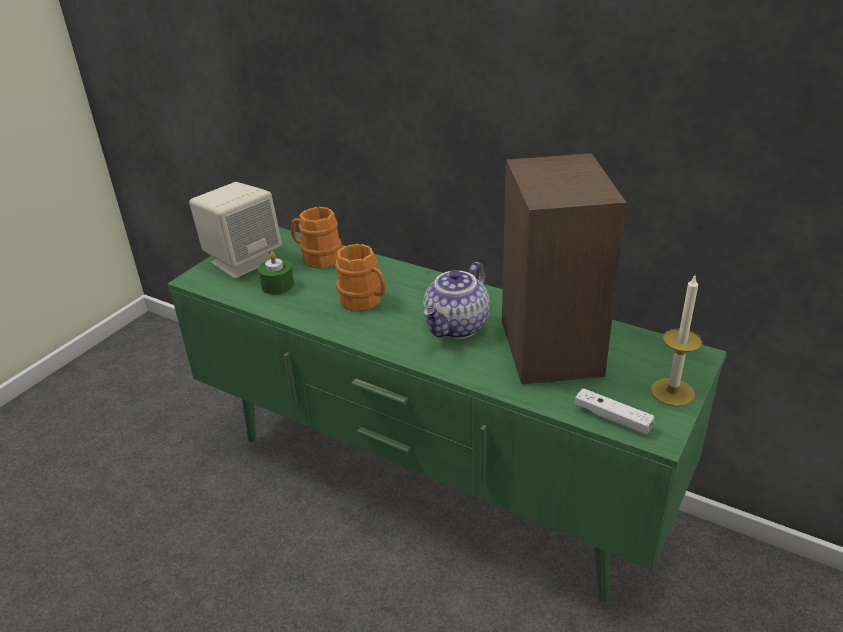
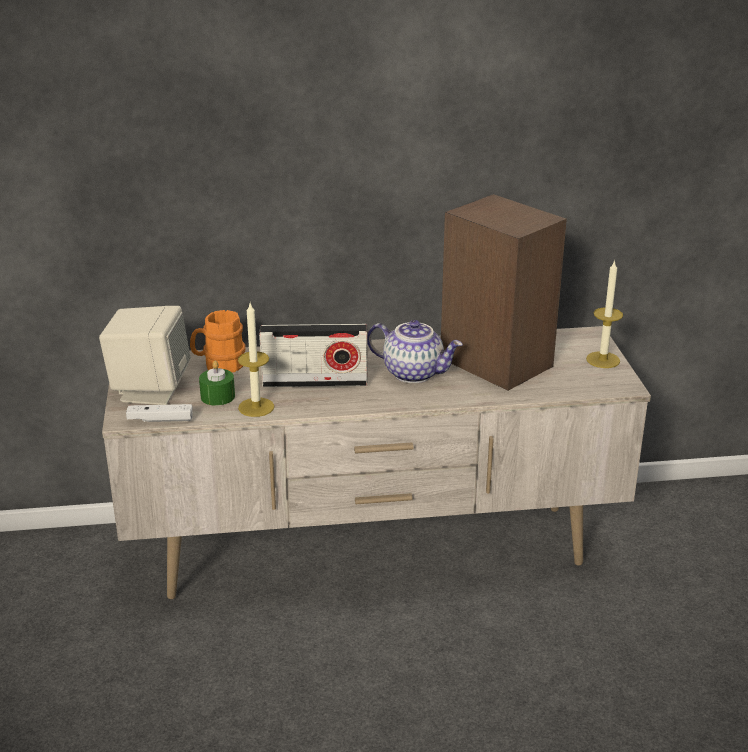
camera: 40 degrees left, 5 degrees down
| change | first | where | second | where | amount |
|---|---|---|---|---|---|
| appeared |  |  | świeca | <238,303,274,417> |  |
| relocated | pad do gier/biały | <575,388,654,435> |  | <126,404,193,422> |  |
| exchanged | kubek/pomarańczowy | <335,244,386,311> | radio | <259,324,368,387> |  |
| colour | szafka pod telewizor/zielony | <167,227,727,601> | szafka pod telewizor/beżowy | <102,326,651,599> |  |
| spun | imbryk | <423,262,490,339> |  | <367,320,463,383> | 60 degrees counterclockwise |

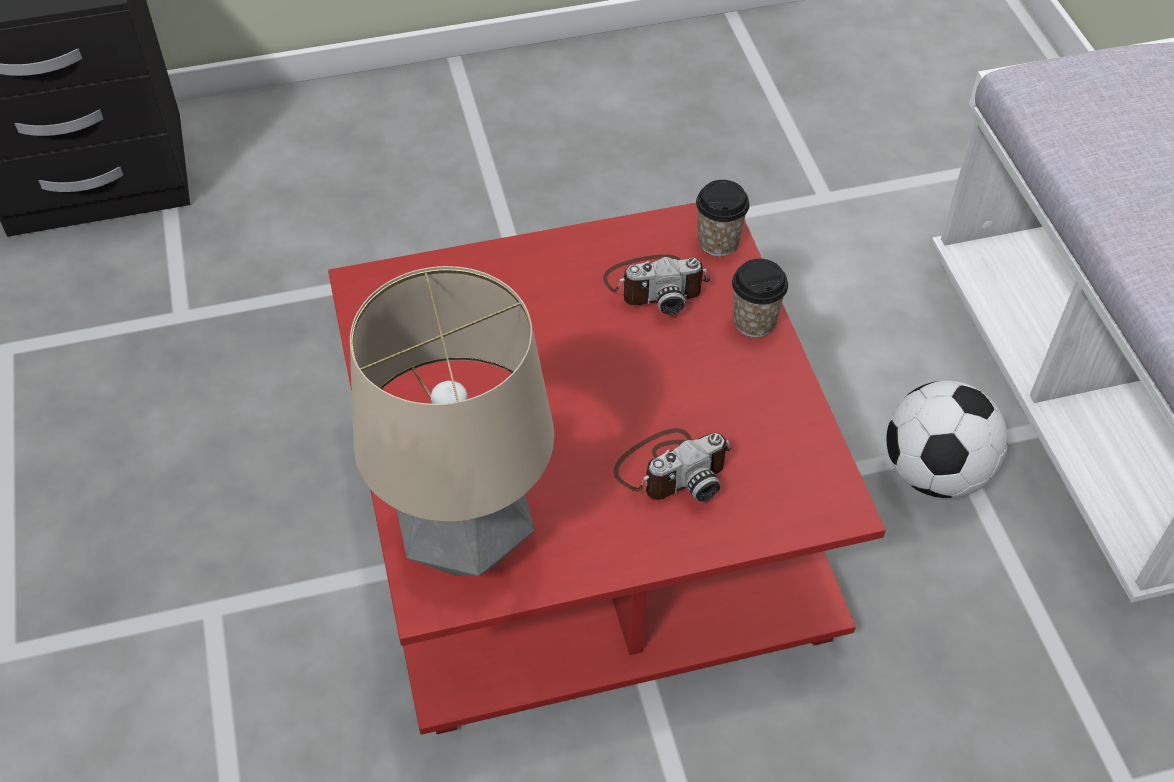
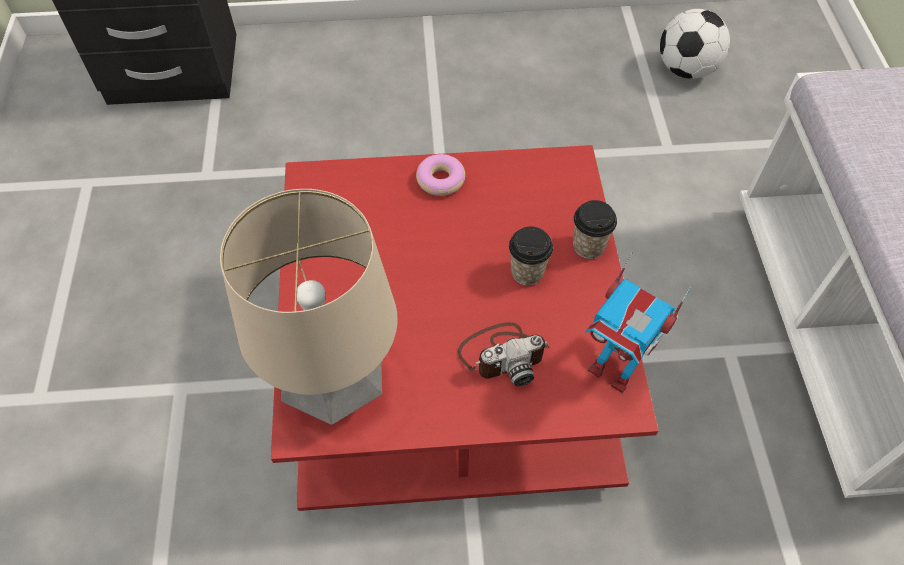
camera: 10 degrees right, 5 degrees up
| change | first | where | second | where | amount |
|---|---|---|---|---|---|
| missing | aparat fotograficzny | <603,254,710,315> |  |  |  |
| appeared |  |  | donut | <416,154,465,196> |  |
| appeared |  |  | robot zabawkowy | <585,251,692,393> |  |
| relocated | filiżanka | <696,180,750,256> |  | <509,227,553,286> |  |
| relocated | piłka futbolowa | <886,380,1008,498> |  | <660,9,730,79> |  |

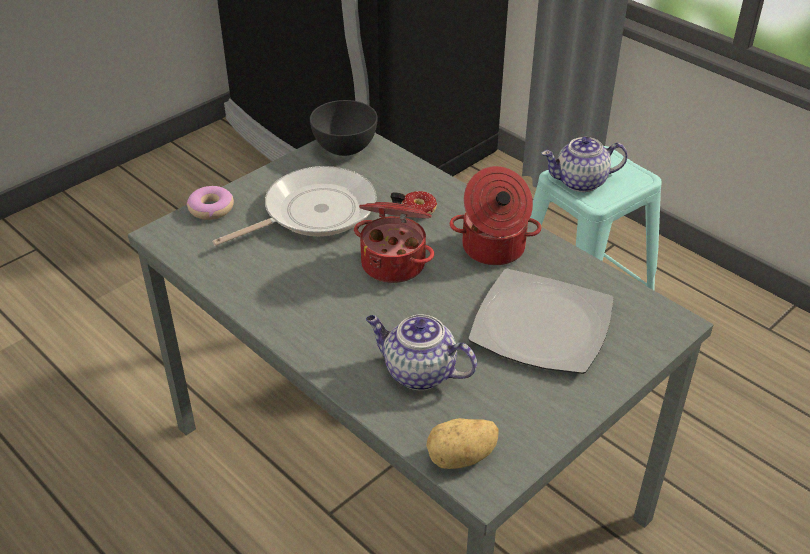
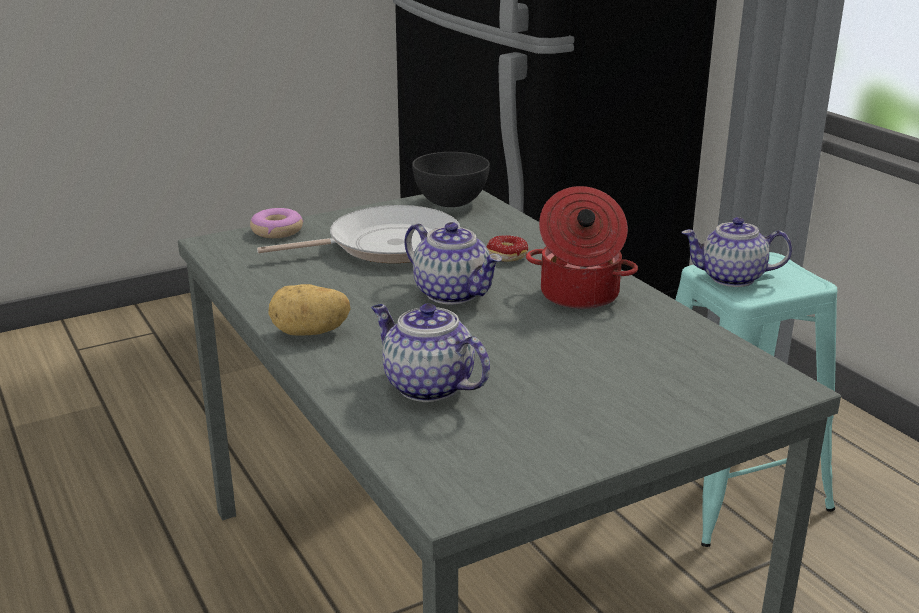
camera: 15 degrees right, 15 degrees down
| change | first | where | second | where | amount |
|---|---|---|---|---|---|
| missing | talerz | <468,269,614,374> |  |  |  |
| relocated | ziemniak | <426,418,499,469> |  | <268,284,350,336> |  |
| exchanged | garnek | <354,192,434,283> | imbryk | <404,222,502,305> |  |

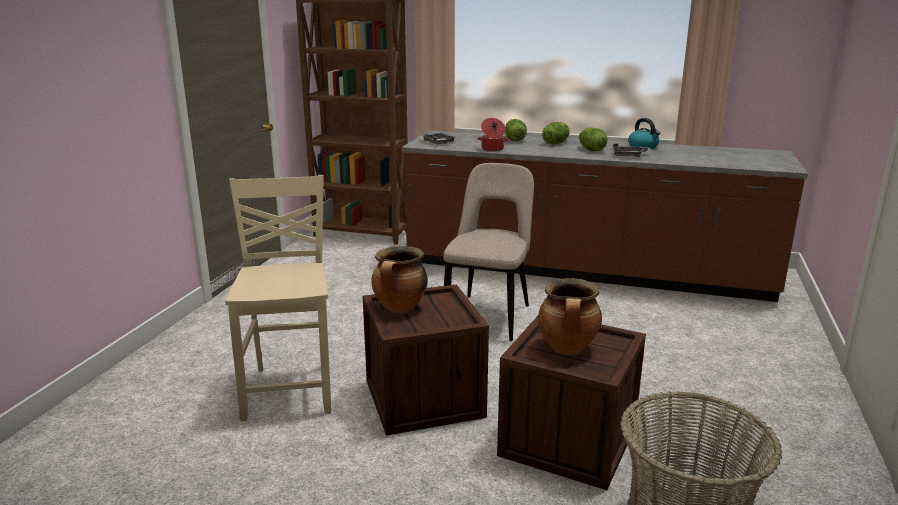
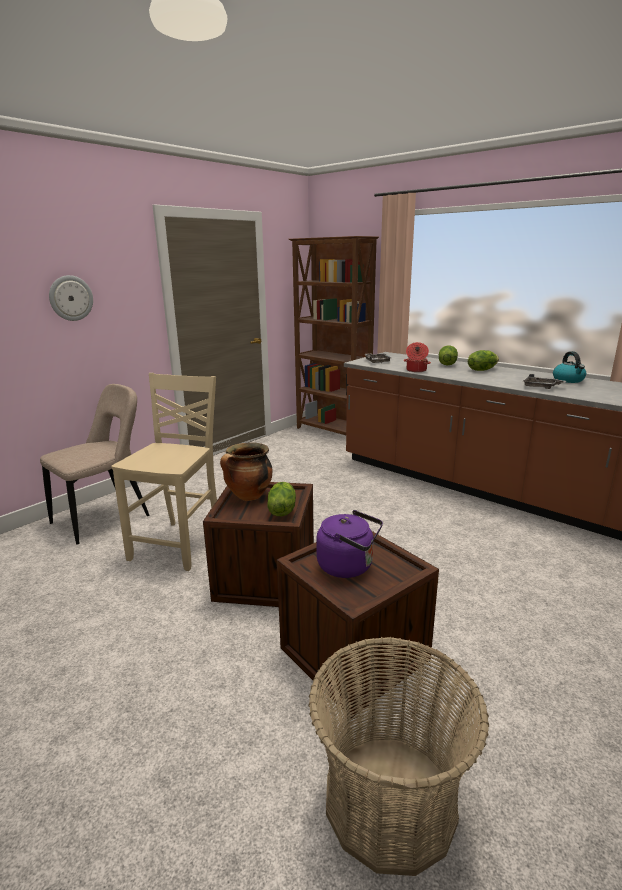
camera: 25 degrees right, 0 degrees up
| change | first | where | second | where | amount |
|---|---|---|---|---|---|
| appeared |  |  | zegar ścienny | <49,275,93,321> |  |
| relocated | krzesło/beżowy | <443,163,534,341> |  | <40,384,149,545> |  |
| relocated | sałata | <579,127,607,151> |  | <268,482,296,516> |  |
| exchanged | garnek | <538,278,602,355> | czajnik/fioletowy | <316,510,383,578> |  |

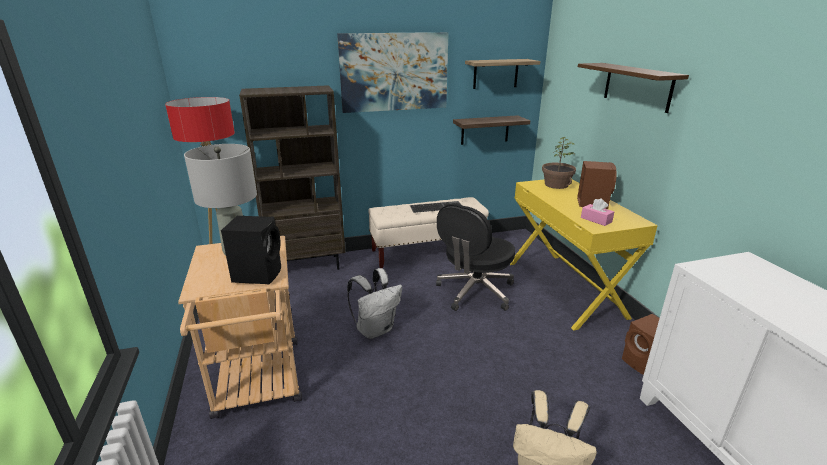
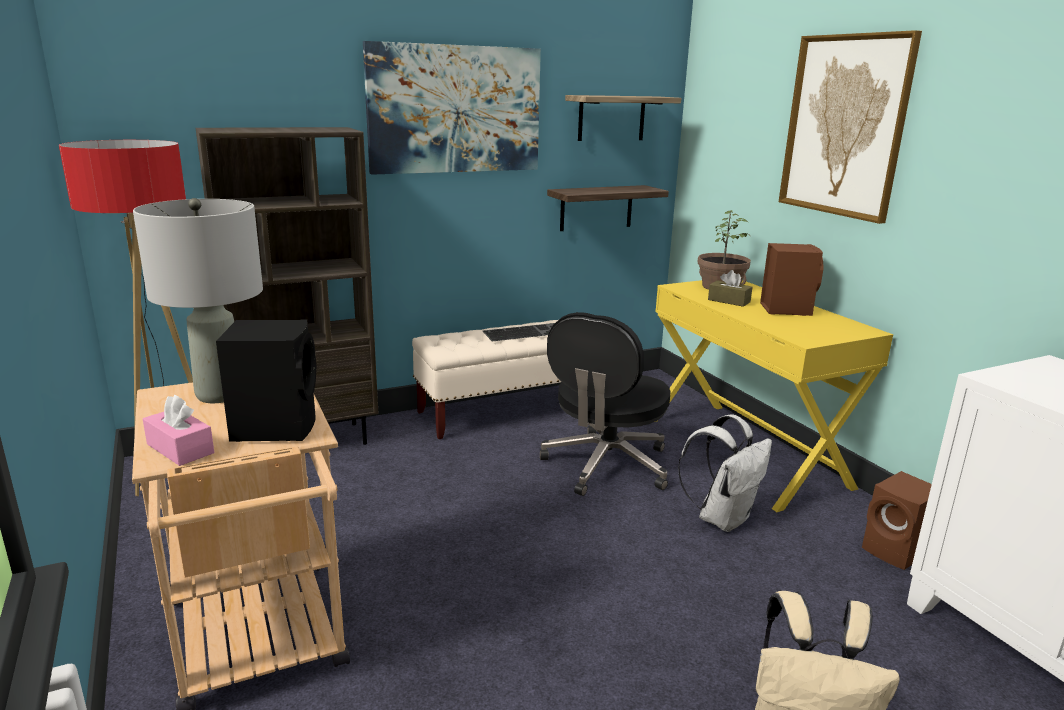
camera: 10 degrees left, 5 degrees down
| change | first | where | second | where | amount |
|---|---|---|---|---|---|
| appeared |  |  | pudełko chusteczek/brązowy | <708,270,752,307> |  |
| relocated | plecak/biały | <347,268,402,339> |  | <678,415,772,532> |  |
| relocated | pudełko chusteczek/różowy | <581,198,614,226> |  | <143,395,214,466> |  |
| exchanged | półka | <578,63,689,113> | obraz | <779,30,922,224> |  |

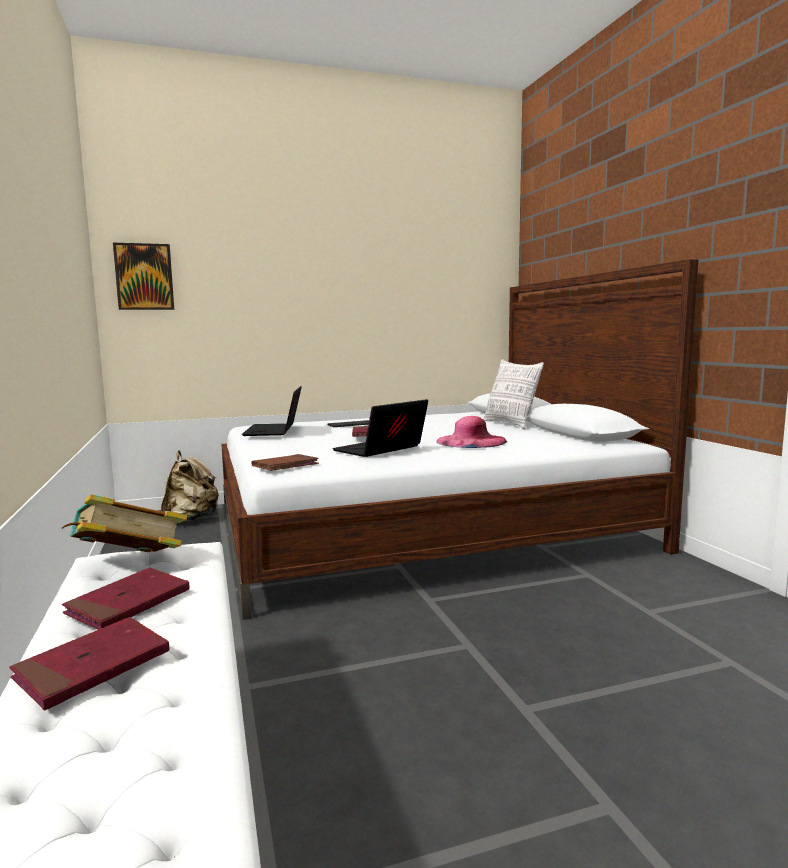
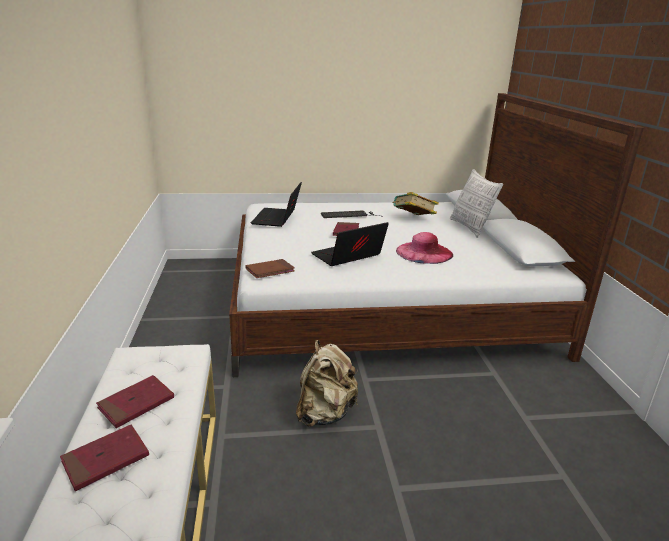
camera: 10 degrees right, 15 degrees up
| change | first | where | second | where | amount |
|---|---|---|---|---|---|
| missing | obraz | <113,243,174,310> |  |  |  |
| relocated | książka | <62,494,187,552> |  | <393,192,439,215> |  |
| relocated | plecak/beżowy | <161,451,219,522> |  | <296,340,358,427> |  |

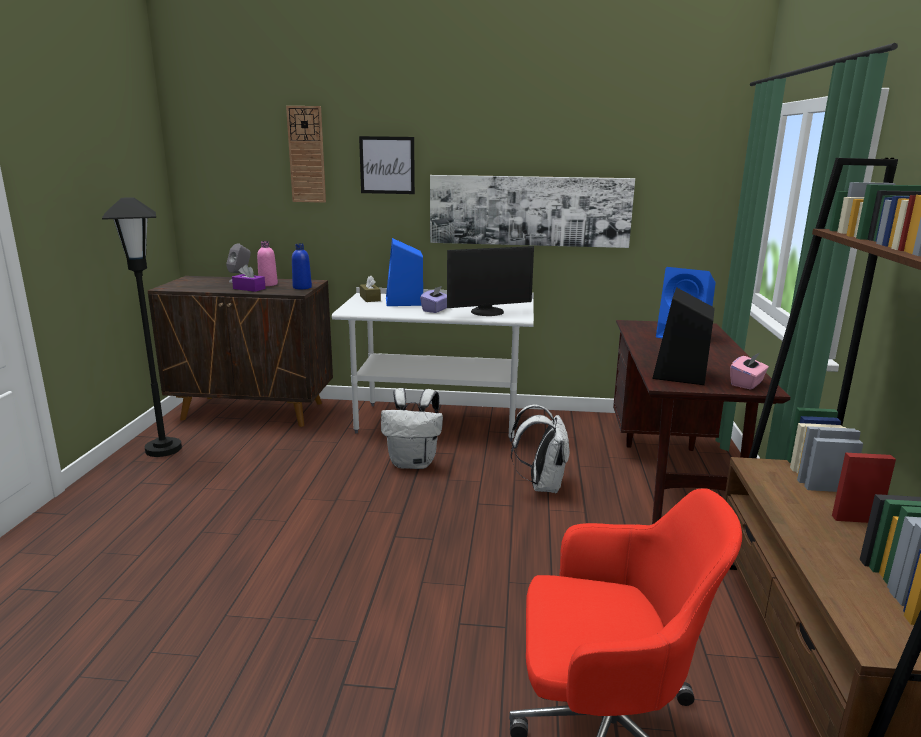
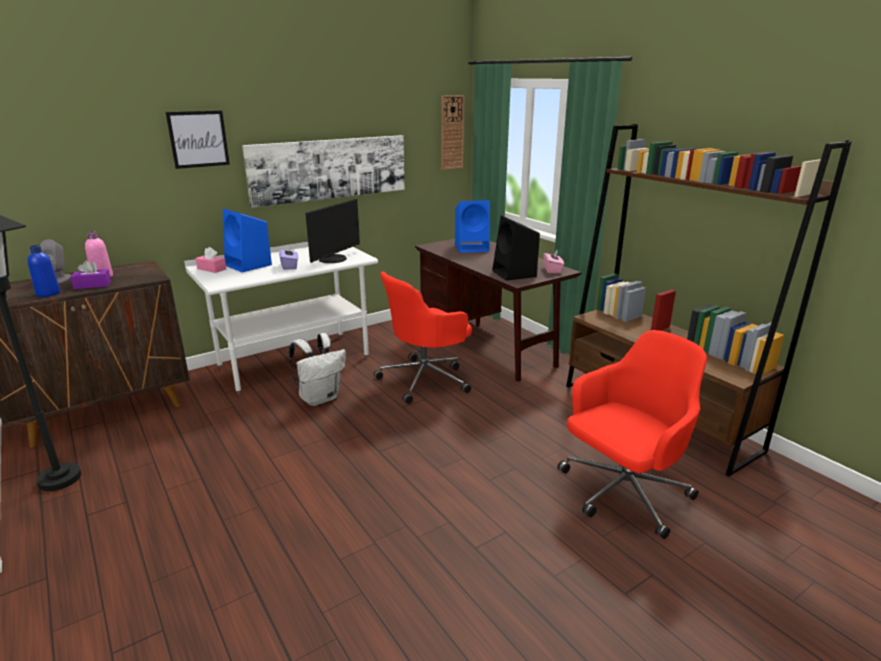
camera: 40 degrees left, 5 degrees up
| change | first | where | second | where | amount |
|---|---|---|---|---|---|
| relocated | zegar ścienny | <286,106,326,203> |  | <441,95,464,170> |  |
| relocated | butelka/niebieski | <292,243,312,290> |  | <27,245,60,297> |  |
| exchanged | plecak/biały | <511,404,570,493> | krzesło biurowe/czerwony | <374,271,472,404> |  |
| colour | pudełko chusteczek/brązowy | <360,275,381,302> | pudełko chusteczek/różowy | <195,247,226,273> |  |

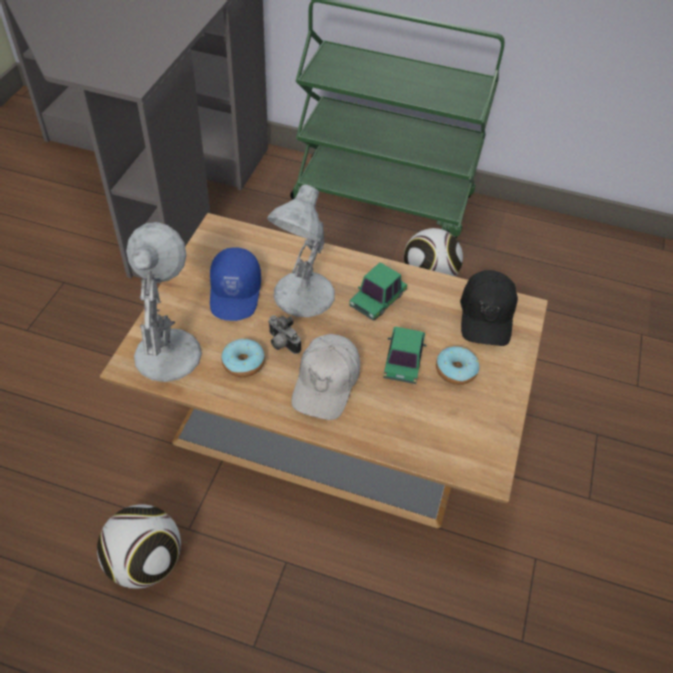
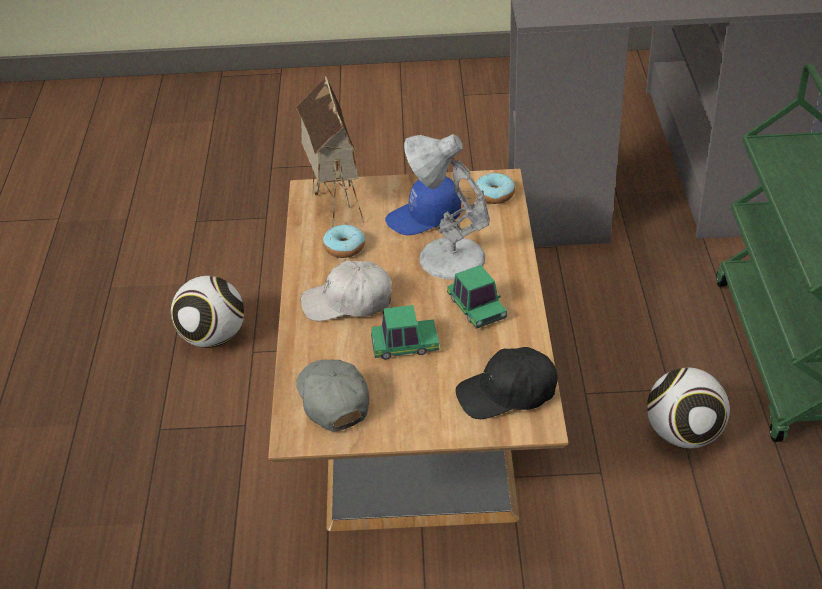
camera: 75 degrees right, 10 degrees down
| change | first | where | second | where | amount |
|---|---|---|---|---|---|
| missing | aparat fotograficzny | <268,315,301,354> |  |  |  |
| appeared |  |  | czapka z daszkiem/szary | <296,360,369,431> |  |
| relocated | donut | <436,346,479,385> |  | <476,173,515,204> |  |
| exchanged | lampa stołowa/biały | <126,222,202,382> | domek | <296,76,364,228> |  |
| spun | samochodzik | <349,262,407,321> |  | <447,265,507,329> | 135 degrees counterclockwise |

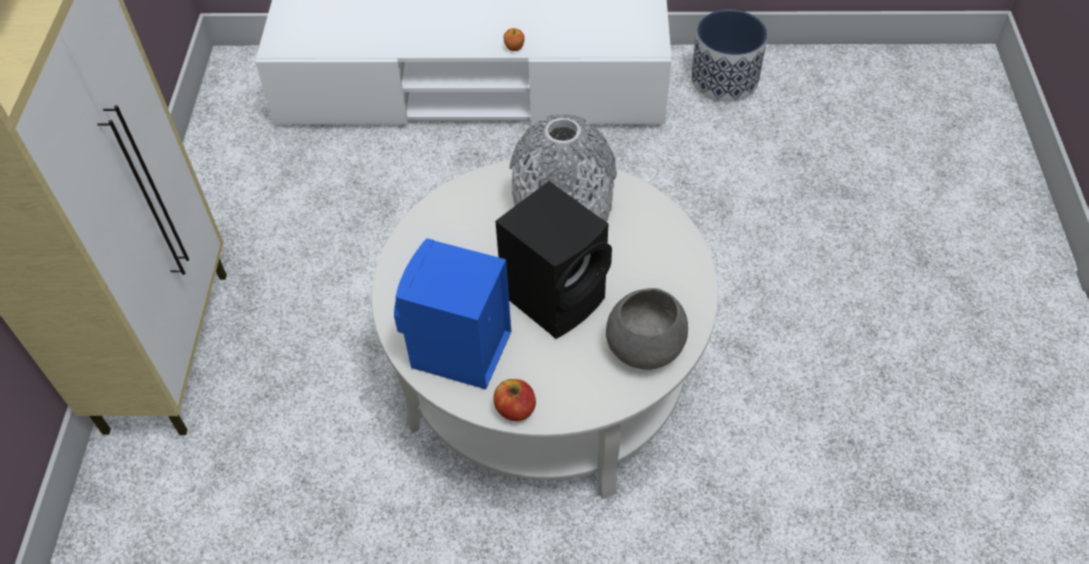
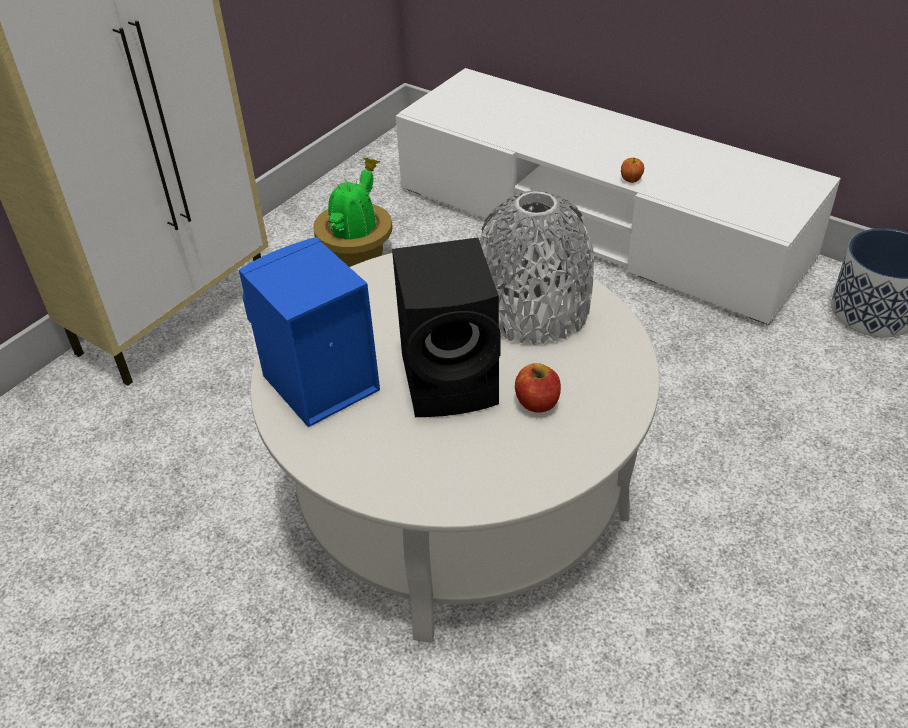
camera: 35 degrees right, 10 degrees down
| change | first | where | second | where | amount |
|---|---|---|---|---|---|
| missing | miska/szary | <606,288,688,370> |  |  |  |
| appeared |  |  | roślina doniczkowa | <313,157,393,267> |  |
| relocated | jabłko | <493,379,536,421> |  | <515,363,561,413> |  |

